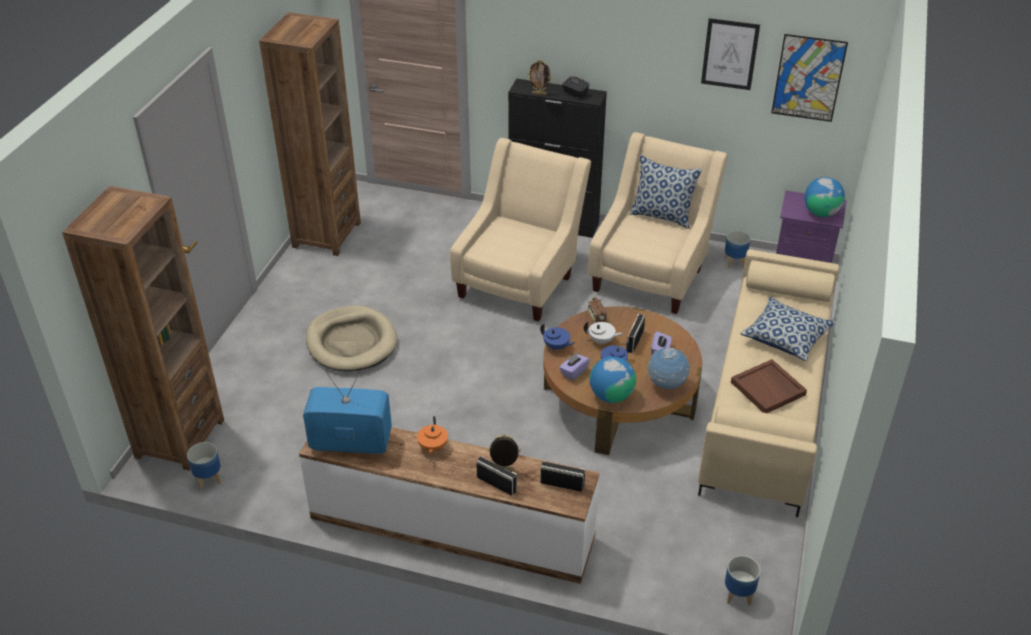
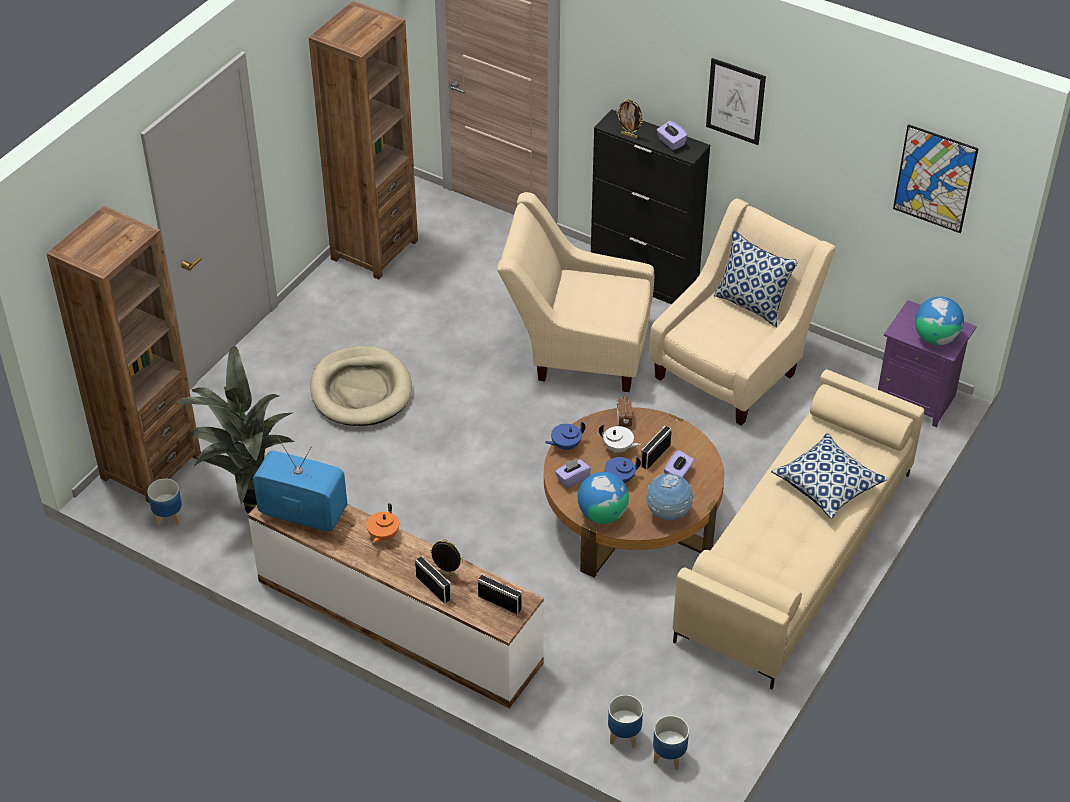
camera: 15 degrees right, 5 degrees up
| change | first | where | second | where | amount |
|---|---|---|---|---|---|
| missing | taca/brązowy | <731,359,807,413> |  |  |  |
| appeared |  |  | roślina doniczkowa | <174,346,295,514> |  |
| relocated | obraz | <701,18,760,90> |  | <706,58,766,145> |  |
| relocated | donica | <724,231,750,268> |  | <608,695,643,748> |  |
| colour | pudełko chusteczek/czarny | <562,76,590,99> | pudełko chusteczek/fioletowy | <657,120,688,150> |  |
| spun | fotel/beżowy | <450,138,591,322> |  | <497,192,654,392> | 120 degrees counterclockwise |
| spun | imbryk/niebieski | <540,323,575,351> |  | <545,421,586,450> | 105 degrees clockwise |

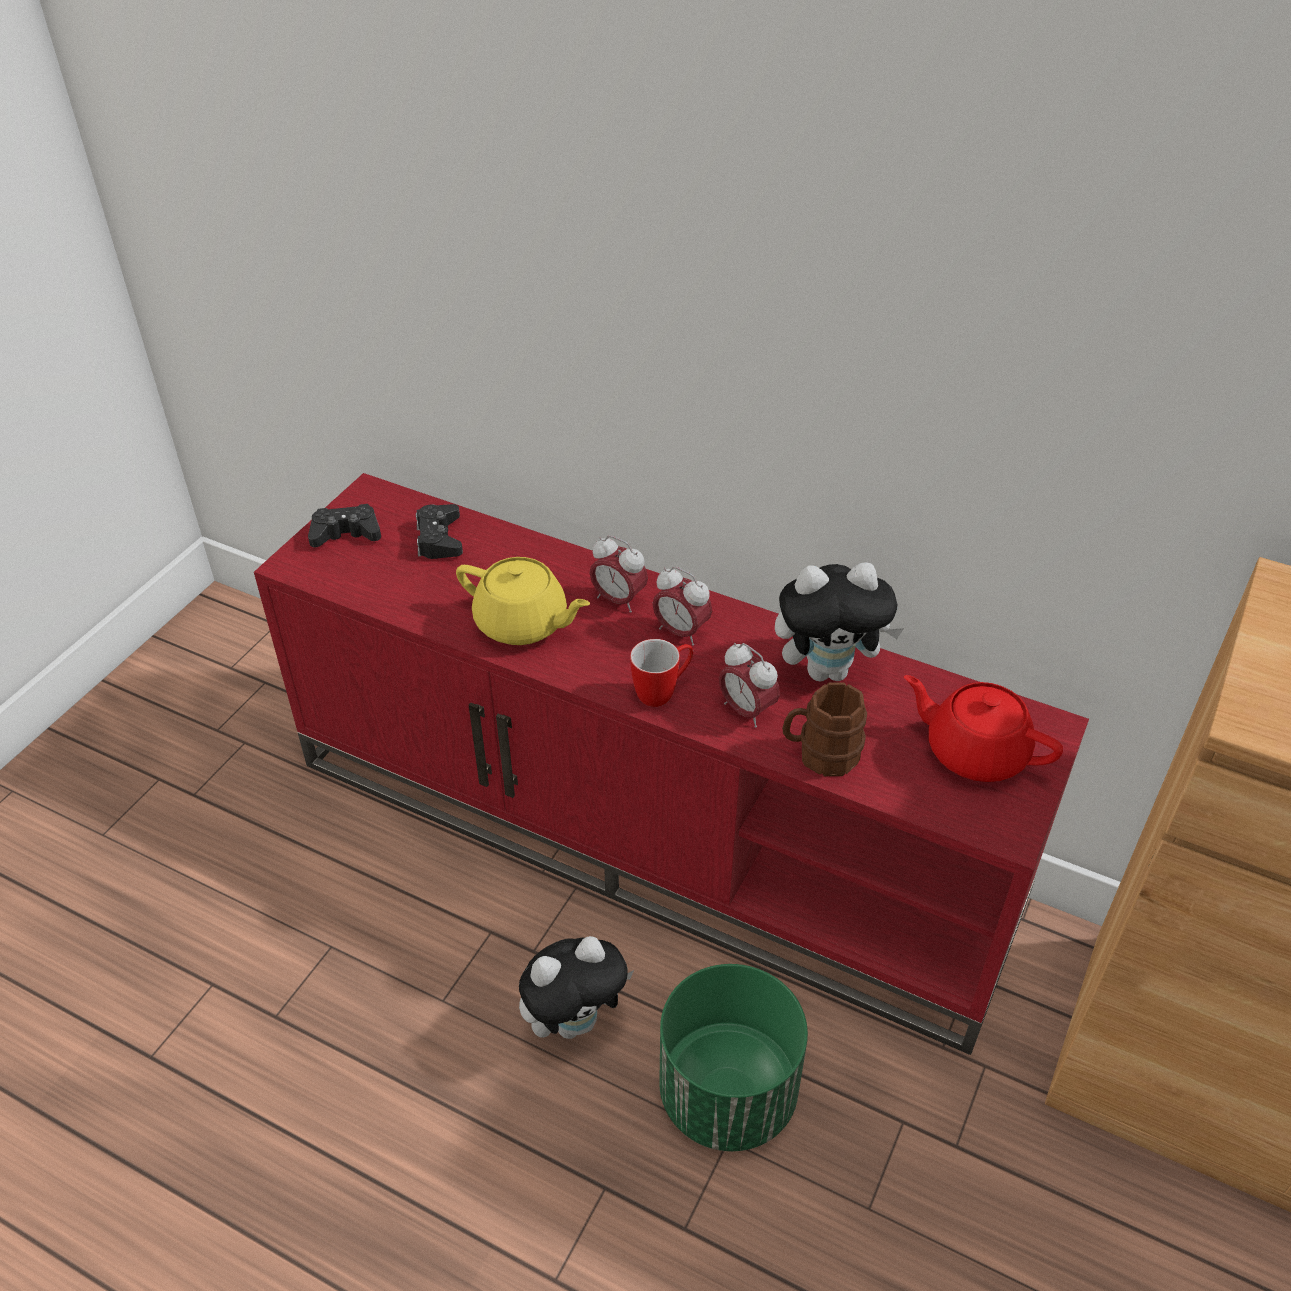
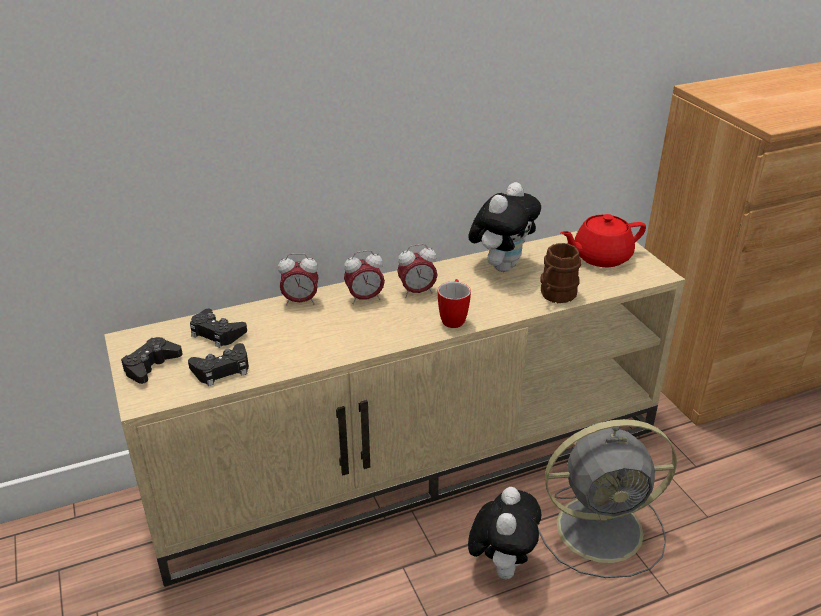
camera: 50 degrees left, 10 degrees down
| change | first | where | second | where | amount |
|---|---|---|---|---|---|
| missing | imbryk/żółty | <456,557,590,645> |  |  |  |
| appeared |  |  | pad do gier/czarny | <188,343,249,386> |  |
| relocated | budzik | <719,643,780,728> |  | <278,253,319,305> |  |
| exchanged | donica/zielony | <659,964,808,1151> | wentylator/szary | <538,419,677,578> |  |
| colour | szafka pod telewizor/czerwony | <254,473,1089,1055> | szafka pod telewizor/beżowy | <104,231,685,587> |  |

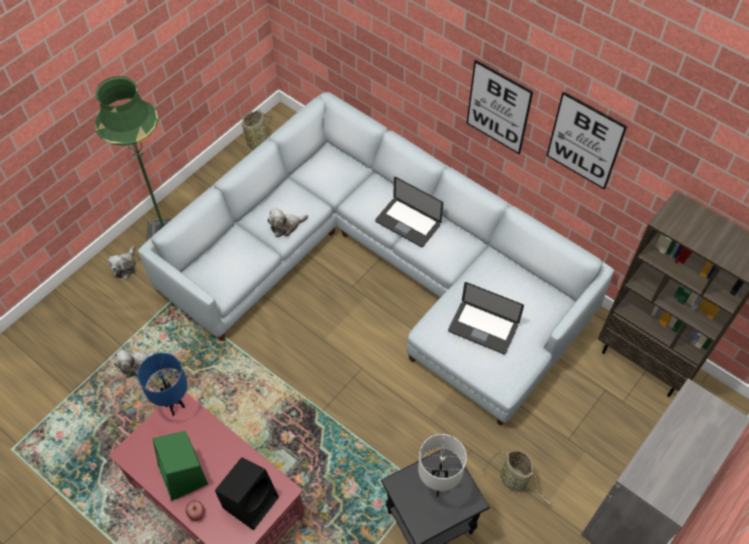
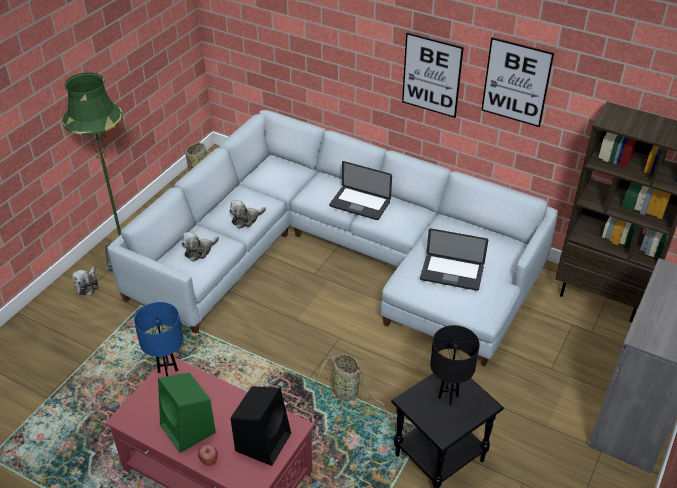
camera: 10 degrees left, 15 degrees down
| change | first | where | second | where | amount |
|---|---|---|---|---|---|
| relocated | pluszak | <114,349,158,378> |  | <182,232,219,262> |  |
| relocated | koszyk | <482,449,553,506> |  | <314,354,385,405> |  |
| colour | lampa stołowa/biały | <418,434,467,497> | lampa stołowa/czarny | <430,325,480,406> |  |

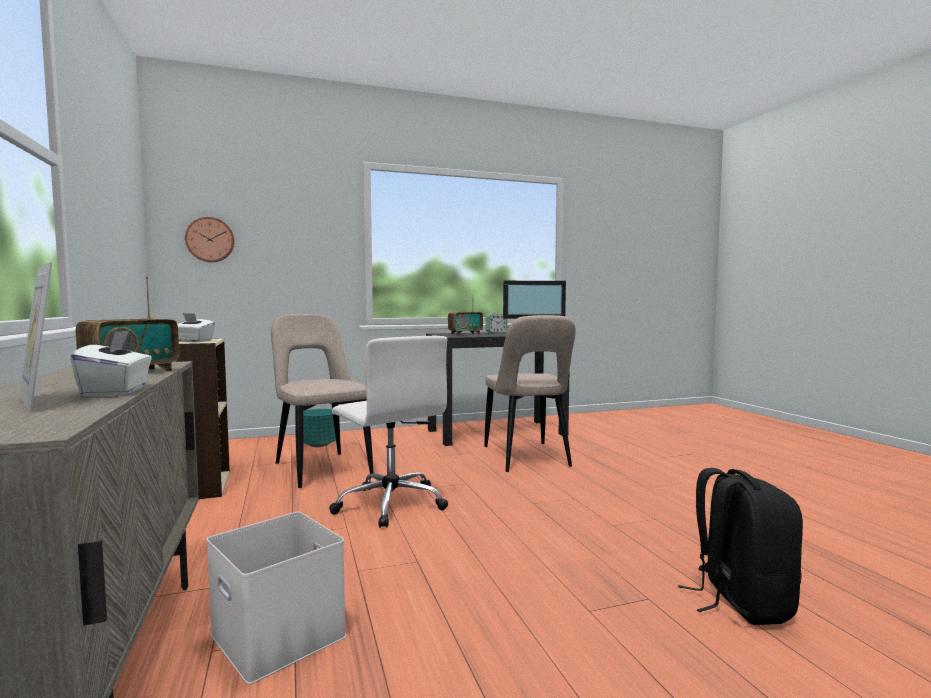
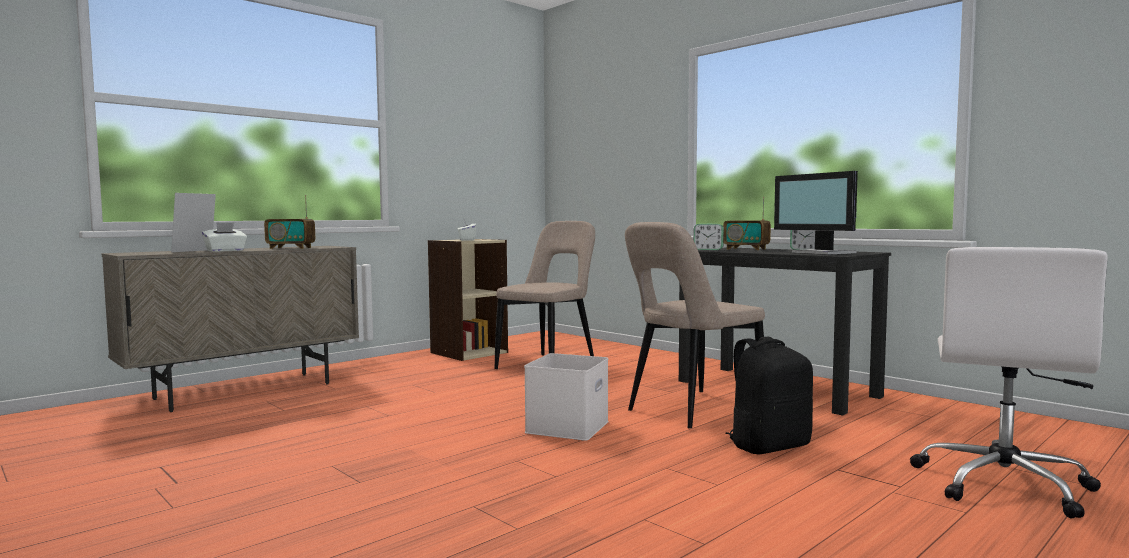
camera: 65 degrees right, 0 degrees up
| change | first | where | second | where | amount |
|---|---|---|---|---|---|
| missing | zegar ścienny | <185,217,235,262> |  |  |  |
| missing | donica/turkusowy | <303,408,336,447> |  |  |  |
| appeared |  |  | budzik | <694,223,724,250> |  |
| relocated | pojemnik do przechowywania/biały | <207,512,346,684> |  | <524,353,609,441> |  |
| relocated | krzesło biurowe/biały | <329,336,448,528> |  | <910,247,1108,518> |  |
| relocated | plecak/czarny | <678,468,803,625> |  | <725,336,813,454> |  |

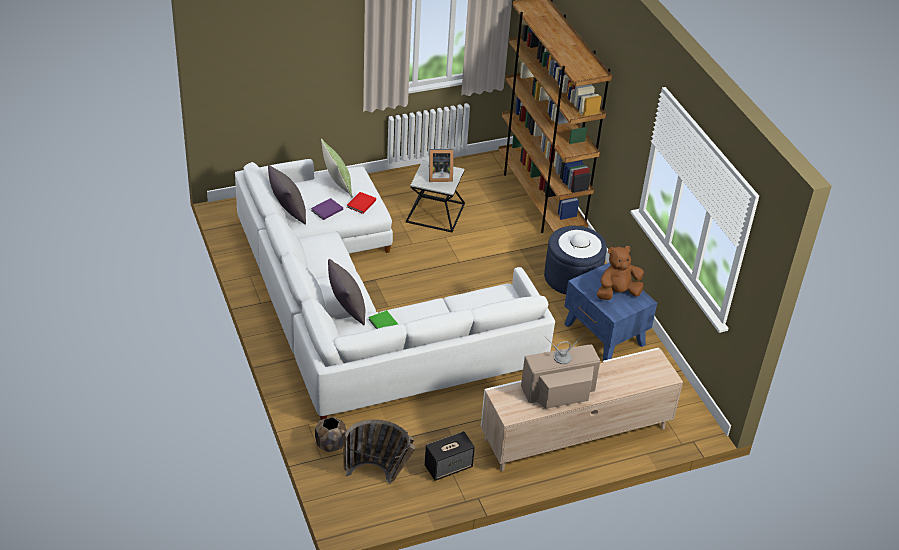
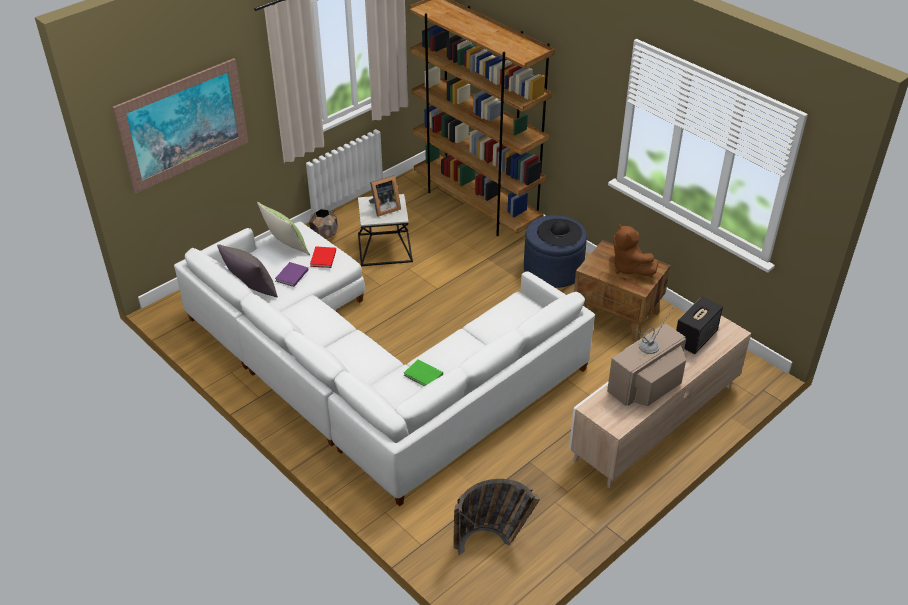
camera: 20 degrees left, 0 degrees up
| change | first | where | second | where | amount |
|---|---|---|---|---|---|
| missing | poduszka/szary | <328,259,365,326> |  |  |  |
| appeared |  |  | obraz | <113,58,248,194> |  |
| relocated | donica/brązowy | <315,417,346,452> |  | <309,209,338,239> |  |
| relocated | głośnik | <425,431,475,481> |  | <676,296,723,354> |  |
| colour | kapelusz/biały | <558,230,602,258> | kapelusz/czarny | <537,219,582,246> |  |
| colour | stolik/niebieski | <564,262,657,361> | stolik/brązowy | <574,240,671,342> |  |
| spun | pluszak/brązowy | <597,246,644,300> |  | <613,224,658,276> | 75 degrees counterclockwise |

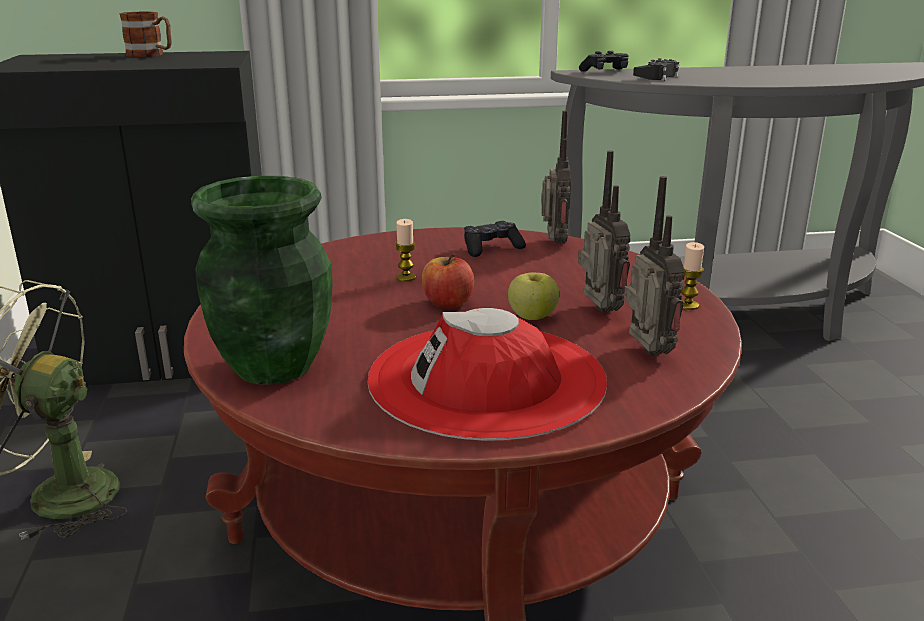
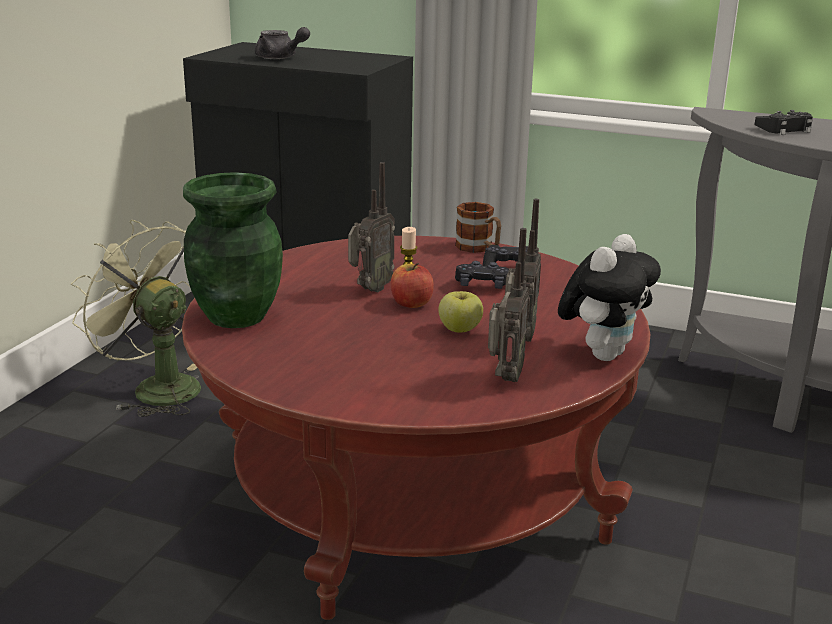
camera: 30 degrees right, 0 degrees up
| change | first | where | second | where | amount |
|---|---|---|---|---|---|
| missing | kapelusz/czerwony | <368,308,607,441> |  |  |  |
| appeared |  |  | imbryk/szary | <255,27,310,59> |  |
| relocated | kubek | <119,12,172,57> |  | <455,202,501,253> |  |
| relocated | radio | <541,110,571,244> |  | <348,162,395,293> |  |
| relocated | pad do gier/czarny | <579,51,629,72> |  | <455,261,509,289> |  |
| exchanged | świeca | <681,242,704,310> | pluszak | <558,234,661,361> |  |

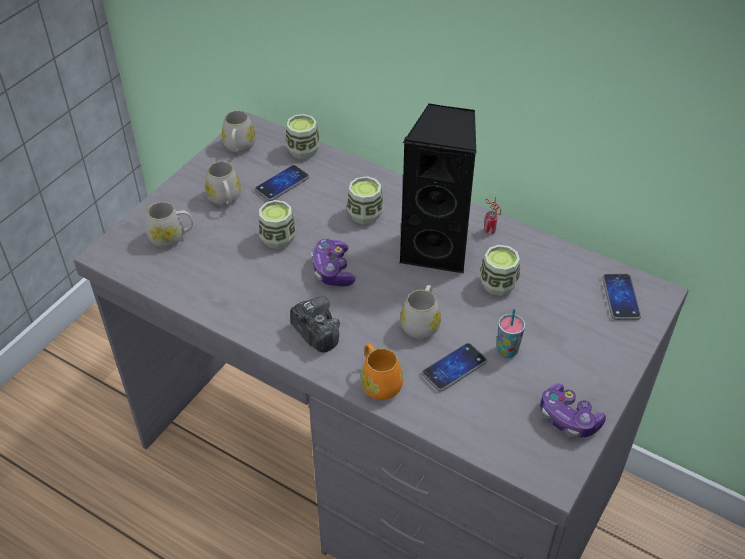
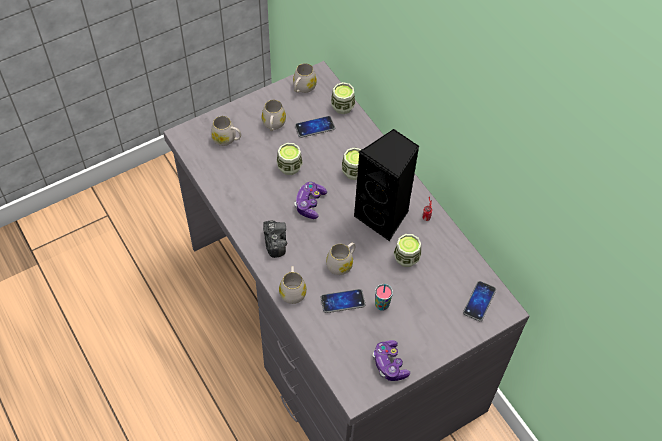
camera: 25 degrees right, 10 degrees up
| change | first | where | second | where | amount |
|---|---|---|---|---|---|
| colour | kubek/pomarańczowy | <361,344,403,400> | kubek/biały | <279,266,307,304> |  |

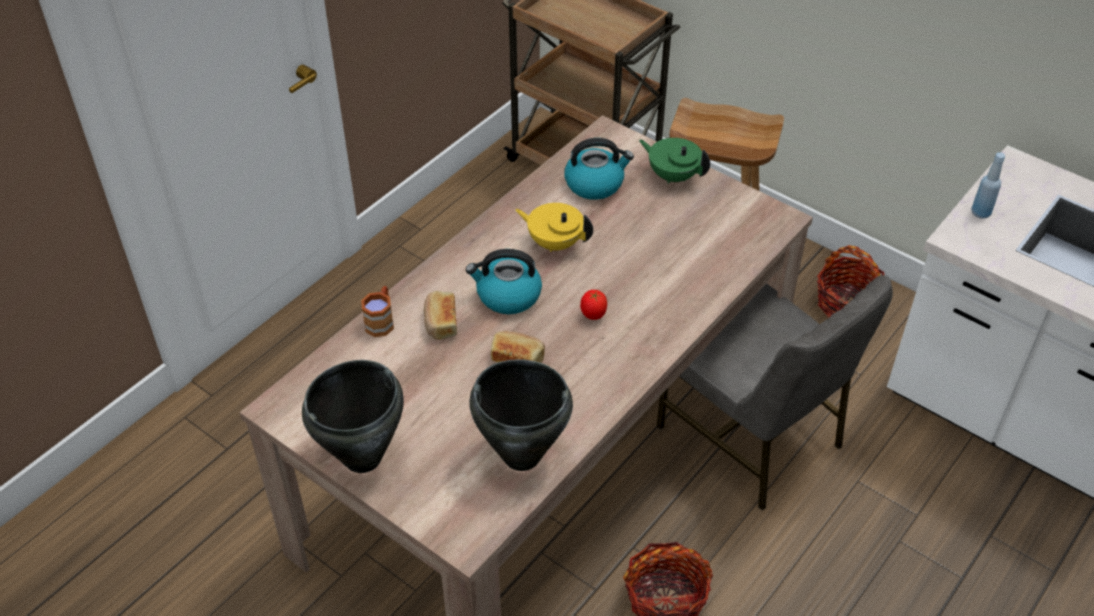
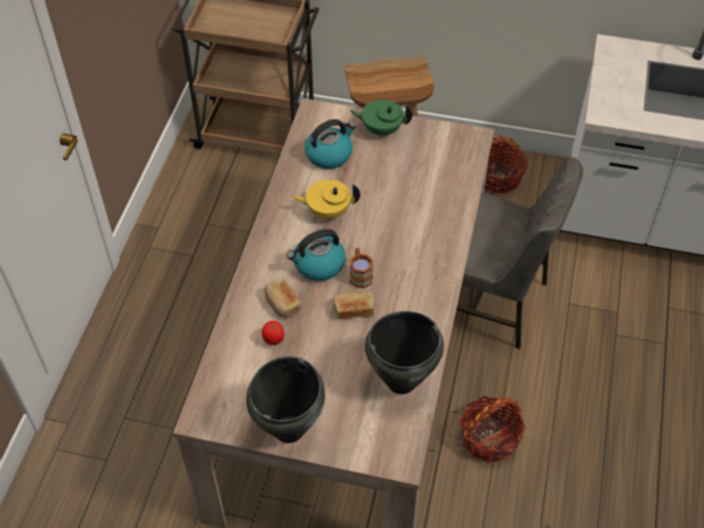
camera: 25 degrees left, 5 degrees up
| change | first | where | second | where | amount |
|---|---|---|---|---|---|
| missing | butelka/niebieski | <971,152,1005,219> |  |  |  |
| relocated | kubek/brązowy | <361,286,394,337> |  | <350,248,373,289> |  |
| relocated | pomidor | <580,290,607,320> |  | <262,321,284,345> |  |

